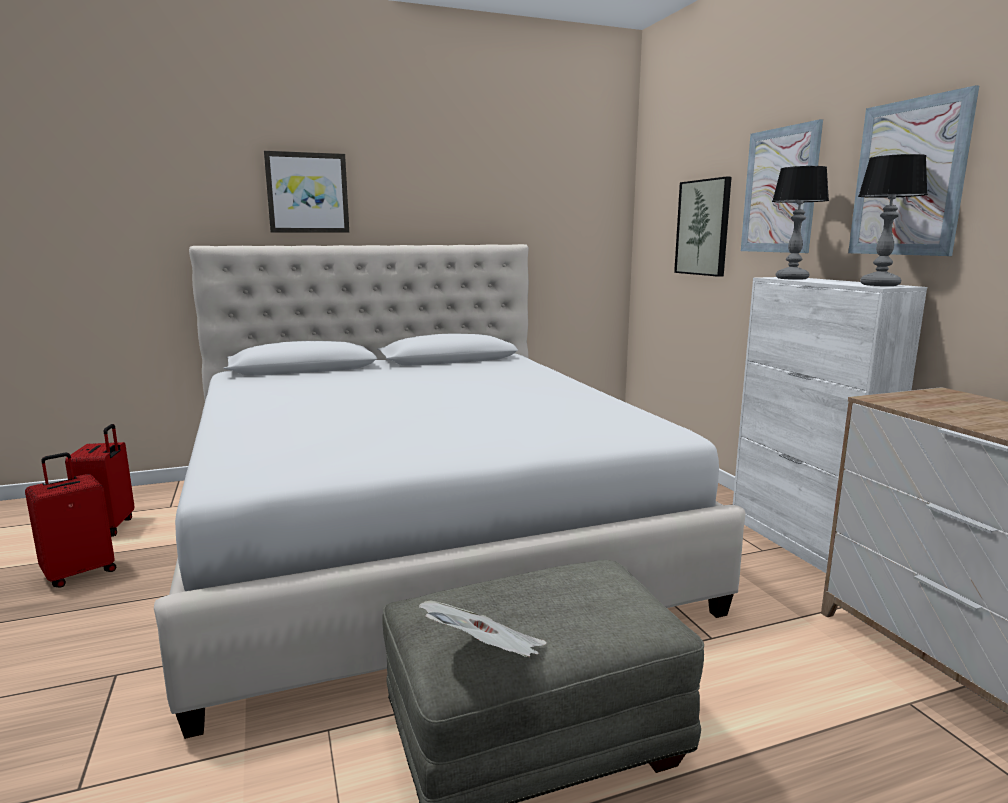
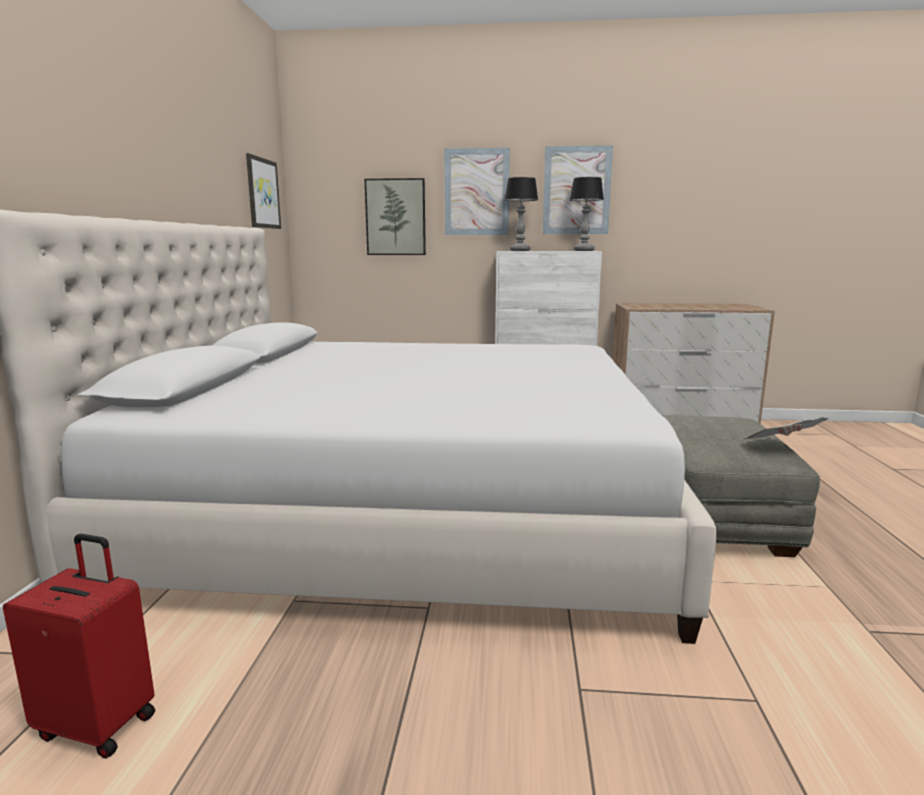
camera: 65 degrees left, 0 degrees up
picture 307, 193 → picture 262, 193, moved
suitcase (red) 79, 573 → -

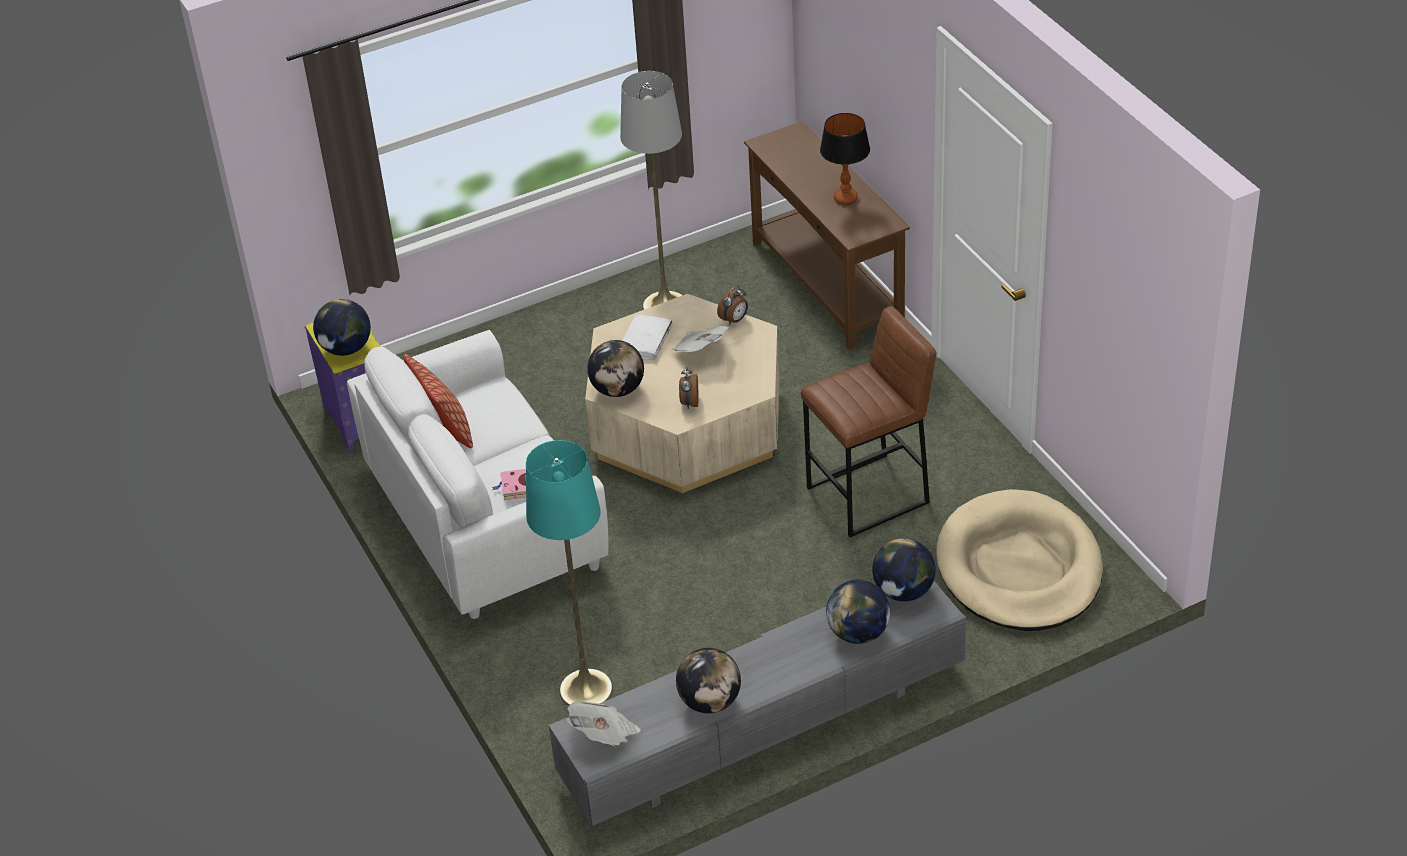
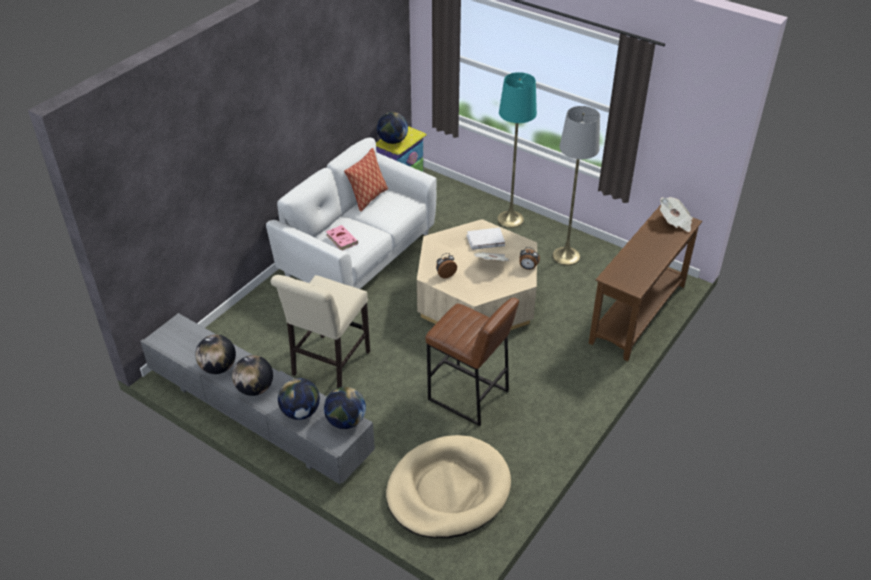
camera: 60 degrees right, 0 degrees up
table lamp 845, 199 → -
globe 617, 390 → globe 255, 389, moved
floor lamp (turquoise) 586, 690 → floor lamp (turquoise) 510, 219, moved
newspaper 604, 735 → newspaper 675, 222, moved
- → stool (beige) 328, 366

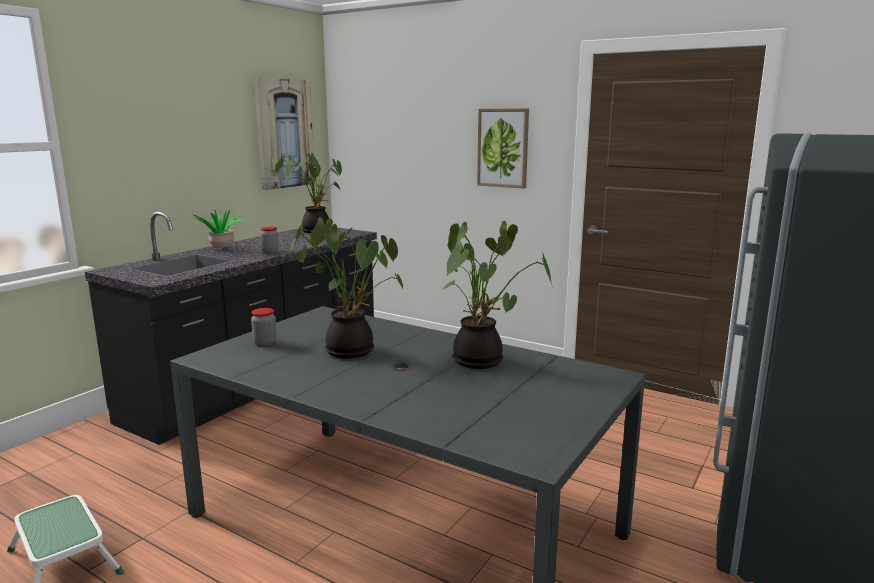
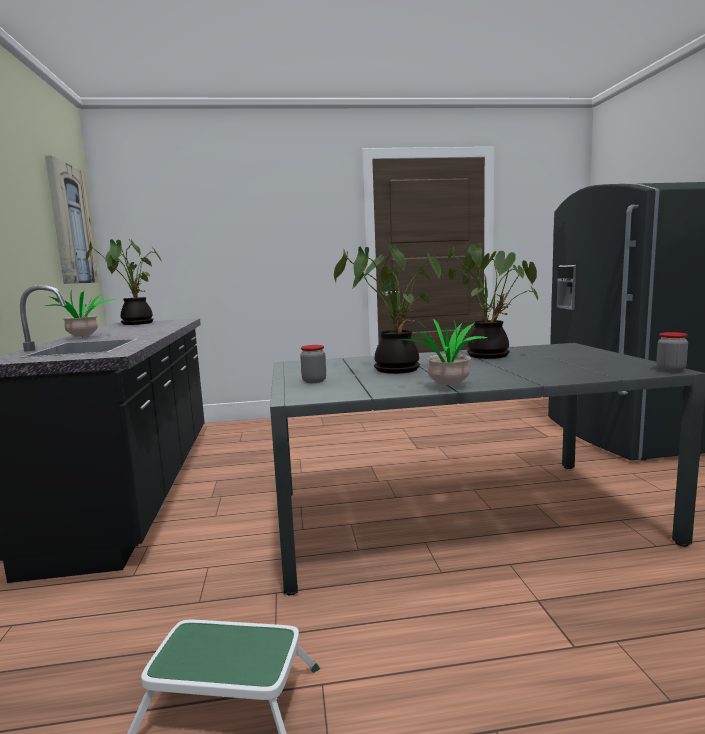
camera: 40 degrees left, 5 degrees down
picture 503, 148 → -
jar 270, 251 → jar 670, 370, moved
- → potted plant 446, 386

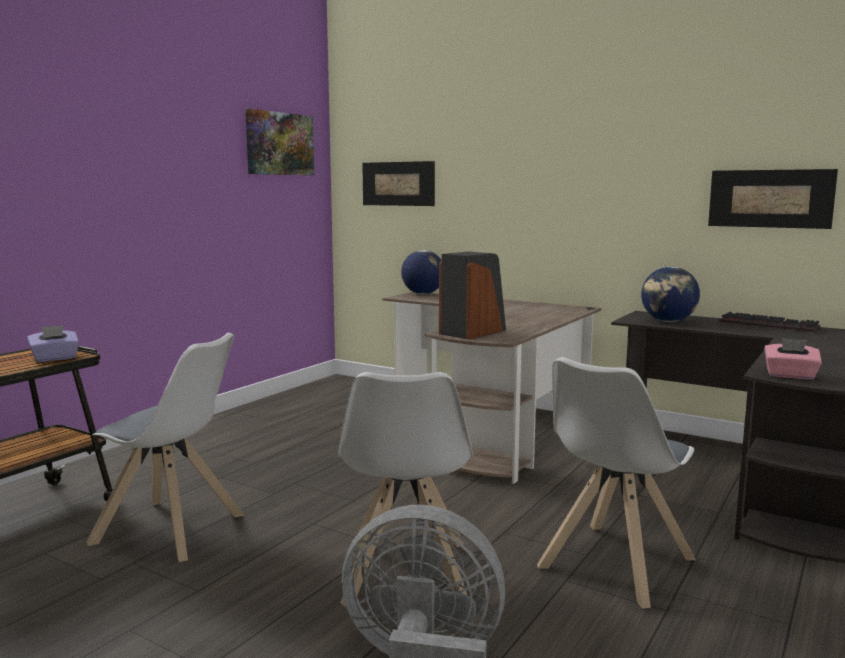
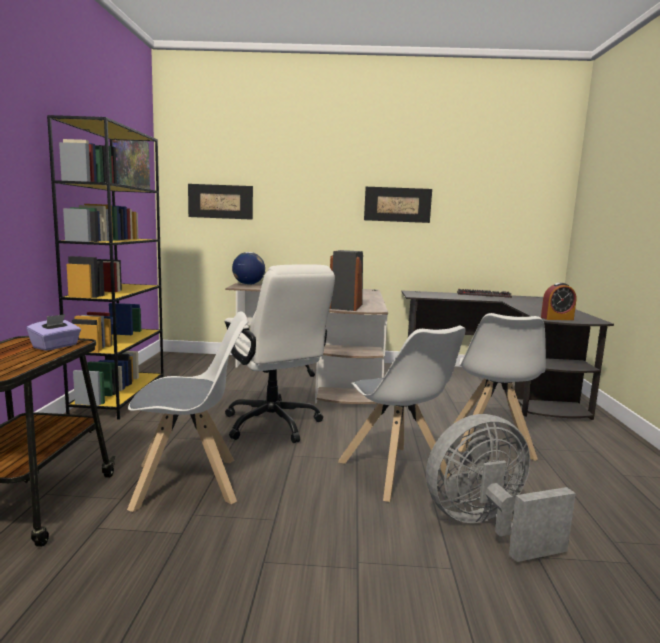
camera: 30 degrees left, 0 degrees up
picture 770, 198 → picture 397, 204, moved
globe 668, 321 → -
tissue box (pink) 790, 375 → alarm clock 557, 318
- → bookcase (yellow) 119, 397
- → office chair (white) 274, 426

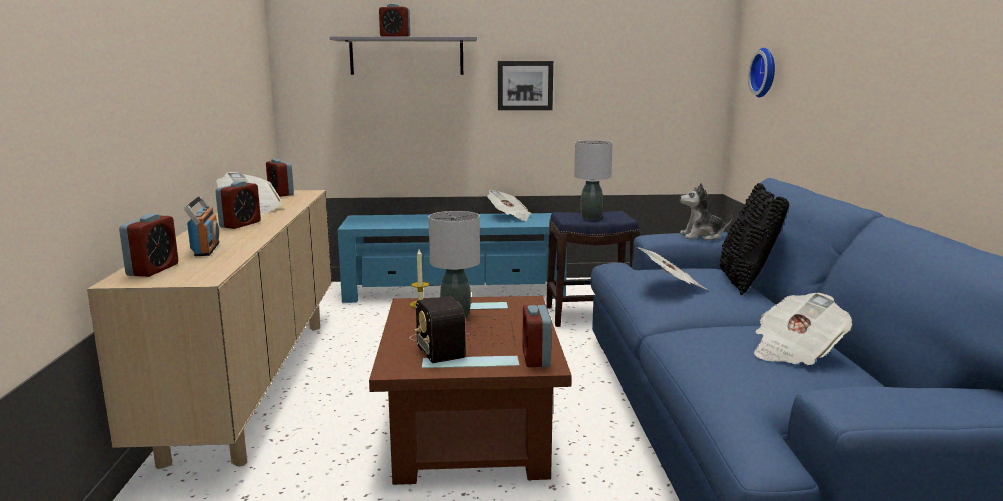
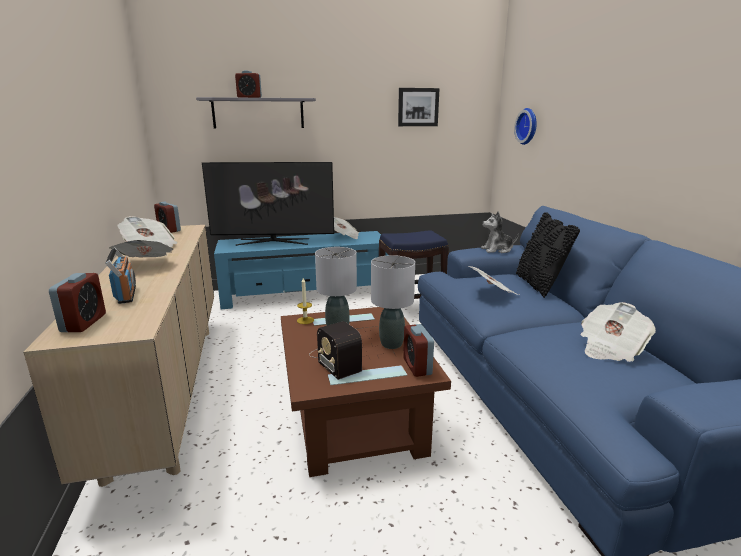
camera: 10 degrees left, 5 degrees up
picture 525, 85 → picture 418, 107, moved
table lamp (grey) 591, 218 → table lamp (grey) 391, 344, moved
alarm clock 240, 224 → newspaper 147, 264
- → television 273, 242

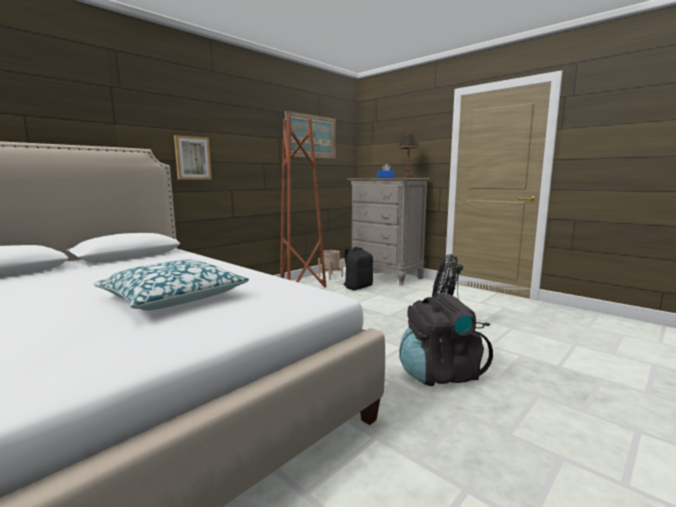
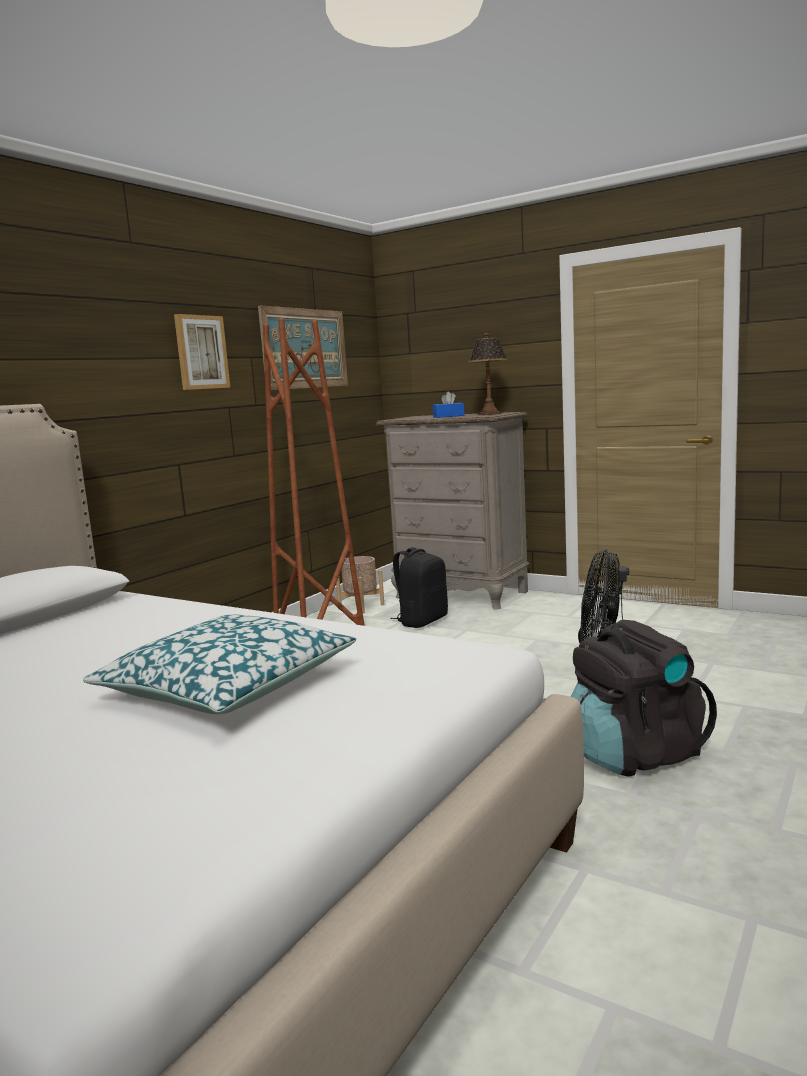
camera: 10 degrees left, 0 degrees up
picture 192, 158 → picture 201, 352, moved

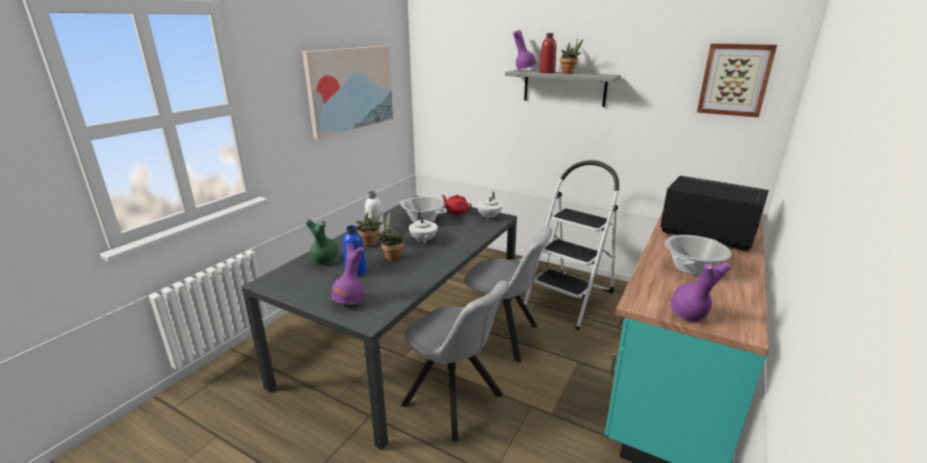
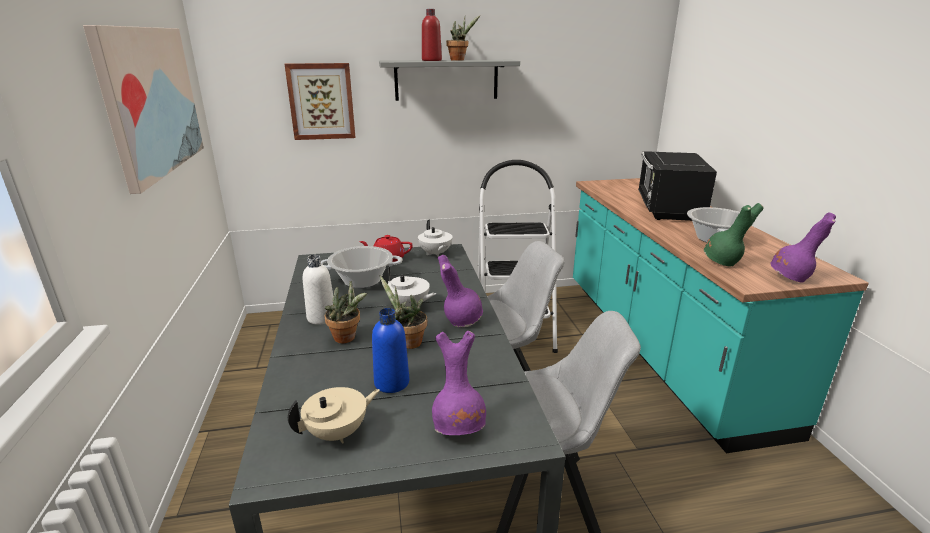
camera: 40 degrees left, 0 degrees up
vase (purple) 524, 71 → vase (purple) 461, 320, moved
picture 734, 80 → picture 321, 101, moved
microwave (black) 706, 235 → microwave (black) 668, 209, 75 degrees counterclockwise
vase (green) 325, 261 → vase (green) 722, 262, moved
- → teapot (beige) 338, 433

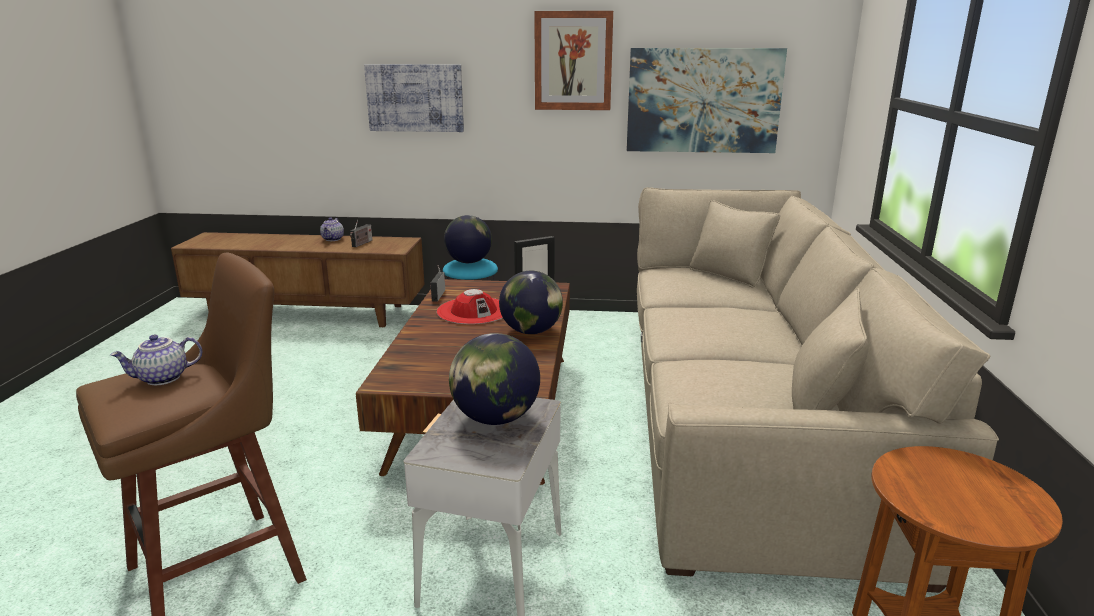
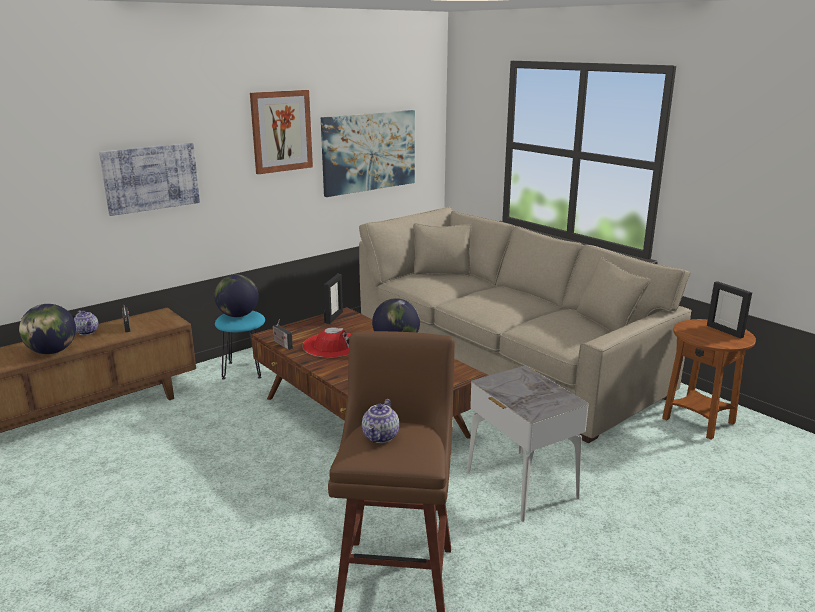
camera: 45 degrees left, 0 degrees up
globe 495, 418 → globe 52, 352, moved
- → picture frame 725, 331

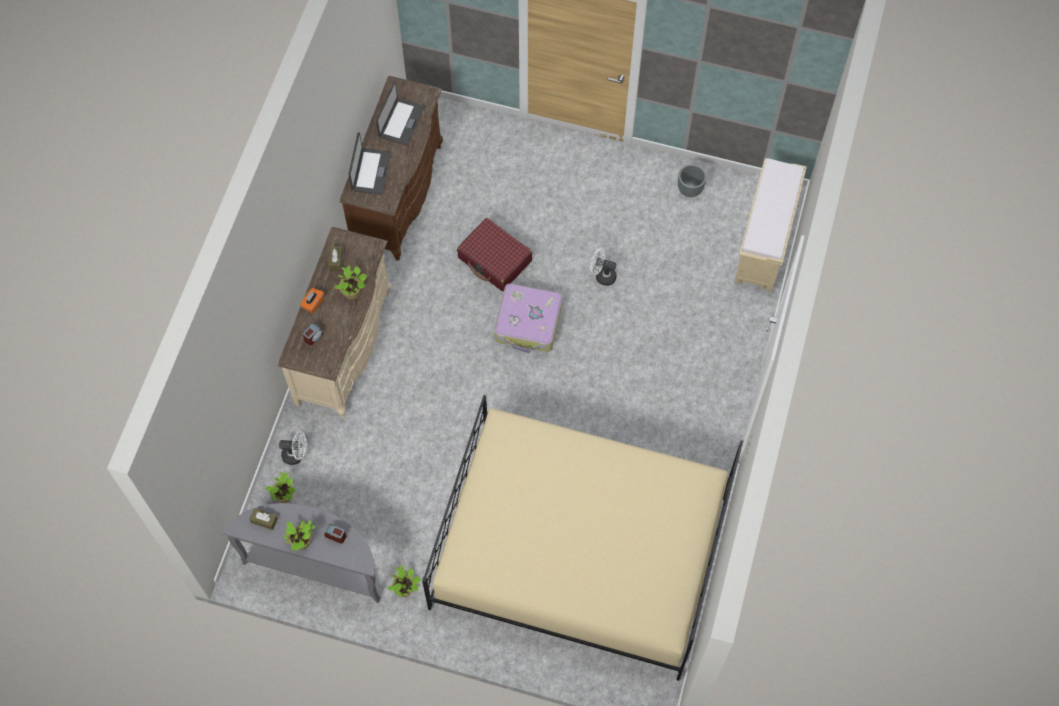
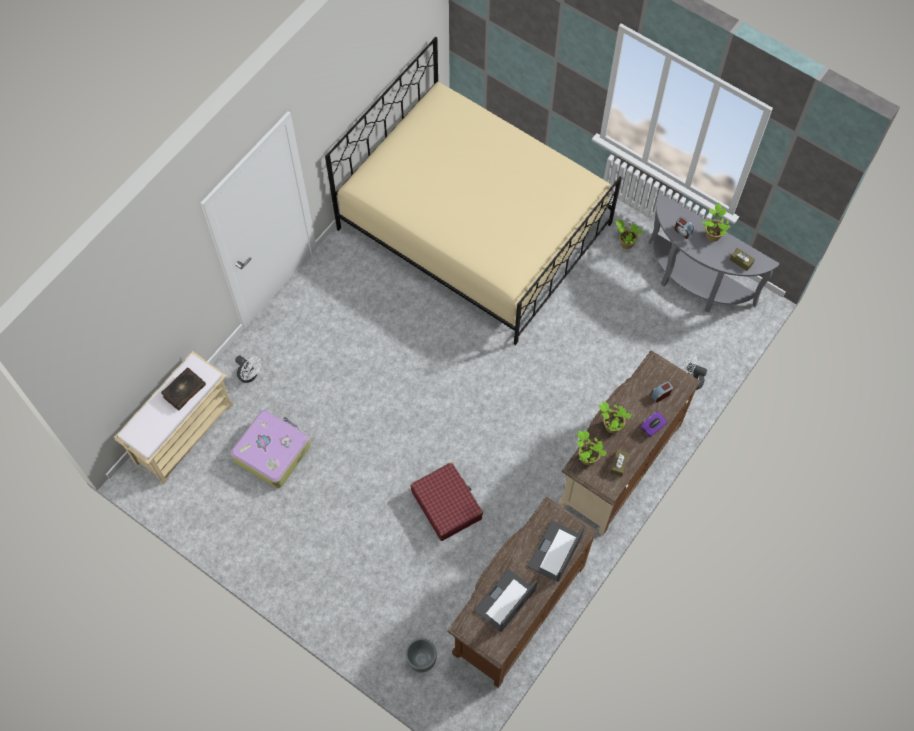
camera: 160 degrees left, 0 degrees up
planter (grey) 690, 189 → planter (grey) 421, 660, moved
fan (white) 602, 276 → fan (white) 250, 375, moved
suitcase 528, 323 → suitcase 272, 451, moved
tissue box (orange) 313, 303 → tissue box (purple) 652, 427
potted plant 285, 496 → potted plant 587, 457, moved
- → book 184, 391

